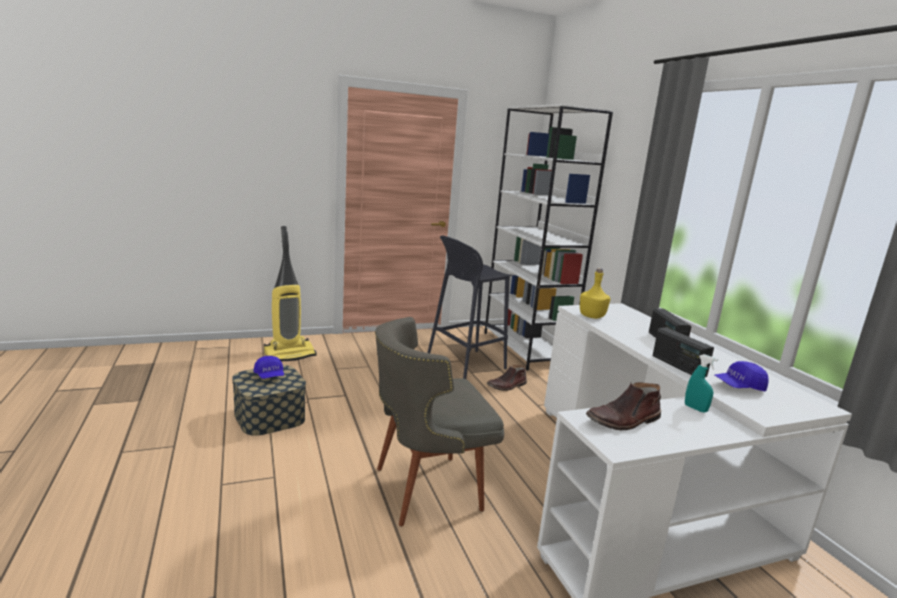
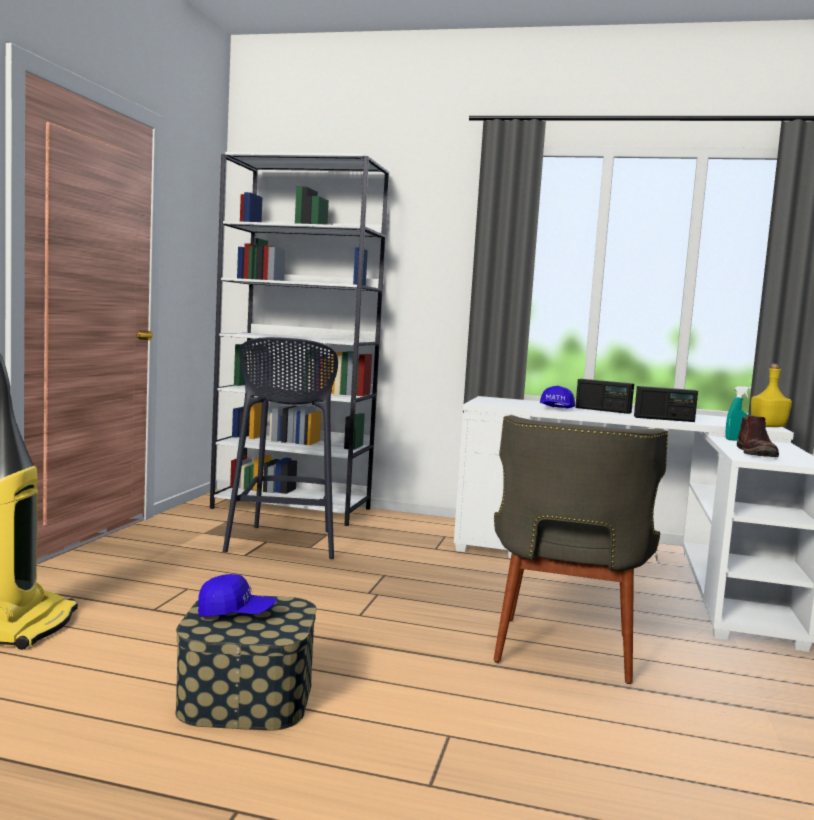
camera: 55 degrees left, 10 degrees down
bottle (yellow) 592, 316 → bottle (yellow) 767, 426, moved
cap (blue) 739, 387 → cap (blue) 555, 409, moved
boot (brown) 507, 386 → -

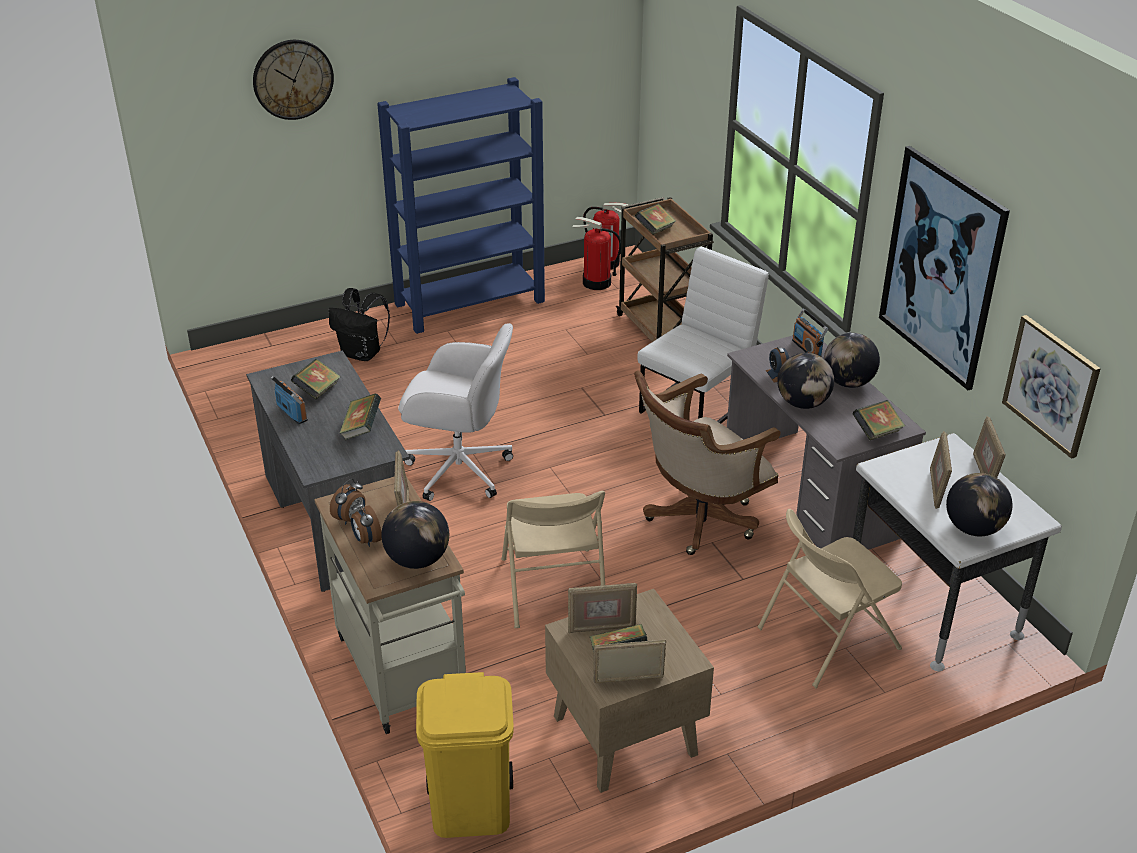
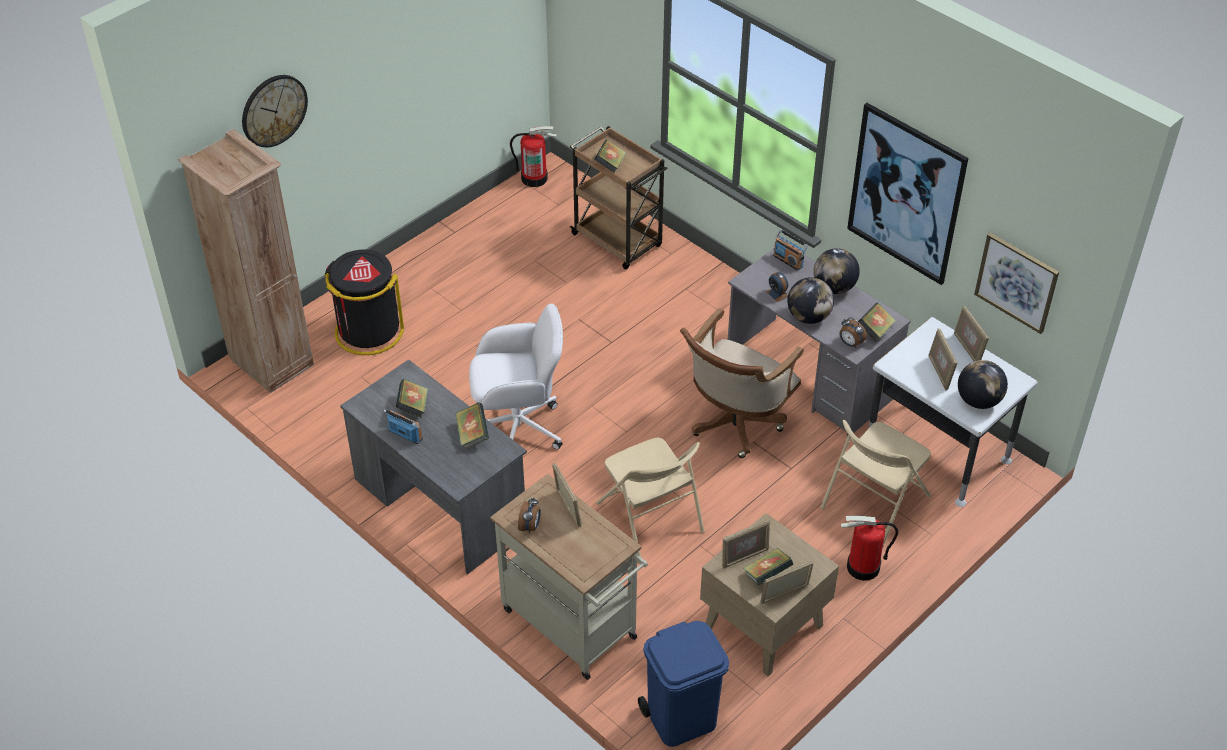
camera: 20 degrees left, 10 degrees up
bookcase (blue) 469, 302 → -
fire extinguisher 596, 283 → fire extinguisher 863, 567, moved
chair (white) 697, 405 → -
backpack (black) 363, 354 → trash can (black) 368, 332
alarm clock 366, 540 → alarm clock 850, 343, moved
globe 417, 559 → -
trash can (yellow) 472, 809 → trash can (blue) 682, 718
- → cabinet (brown) 272, 362

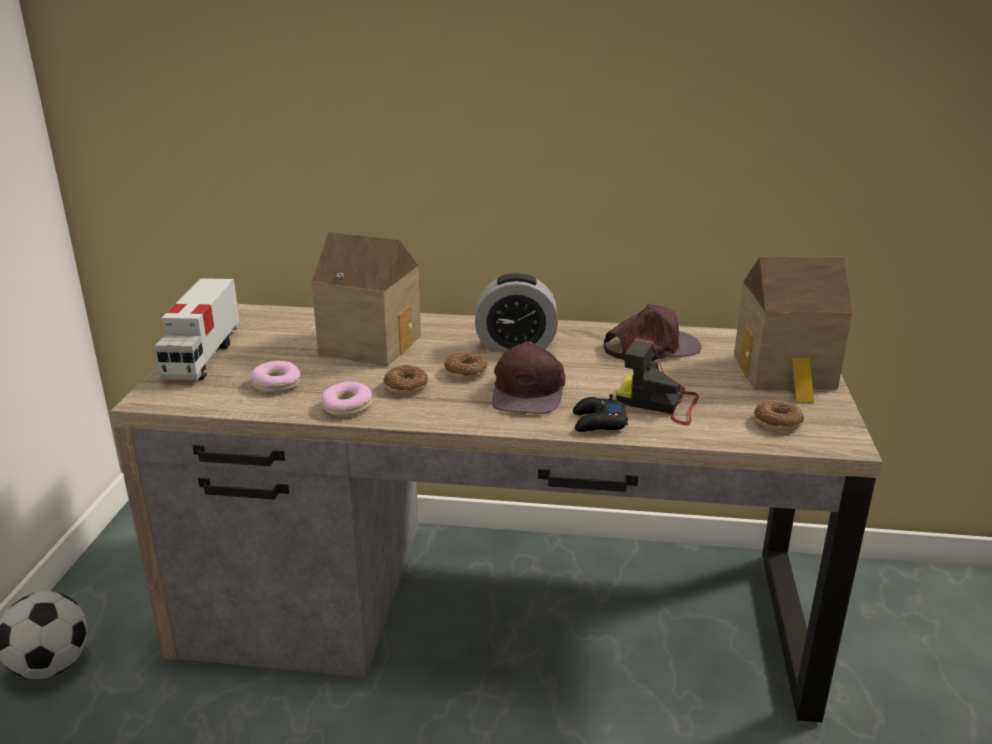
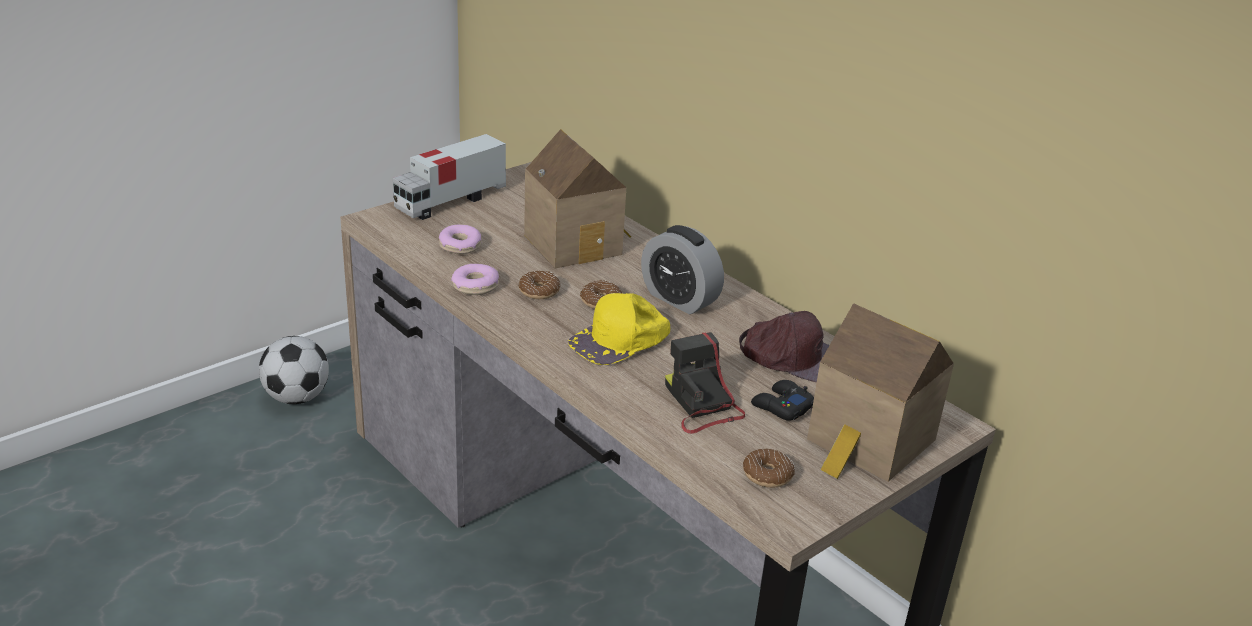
camera: 40 degrees right, 5 degrees up
cap (brown) 530, 390 → cap (yellow) 621, 340
game controller (black) 598, 422 → game controller (black) 781, 406, moved

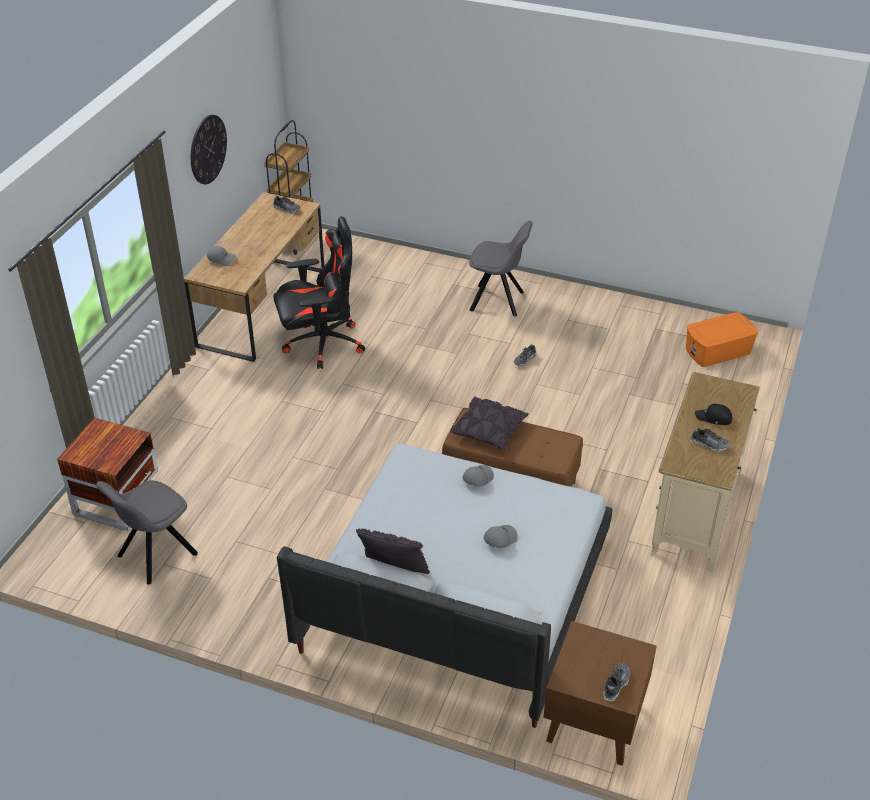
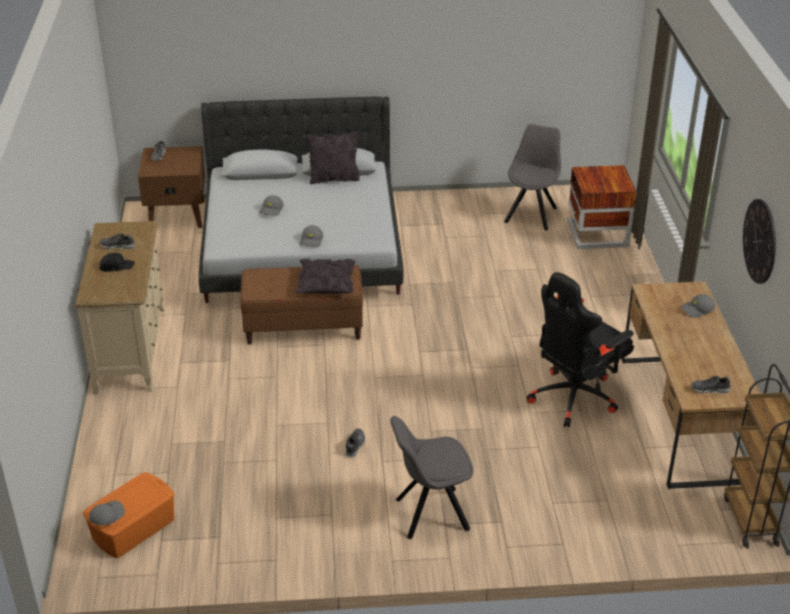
camera: 155 degrees right, 5 degrees down
- → cap (grey) 106, 516

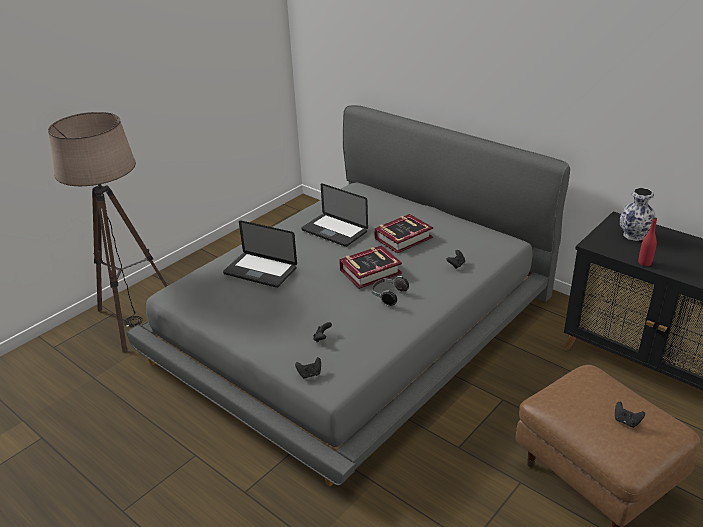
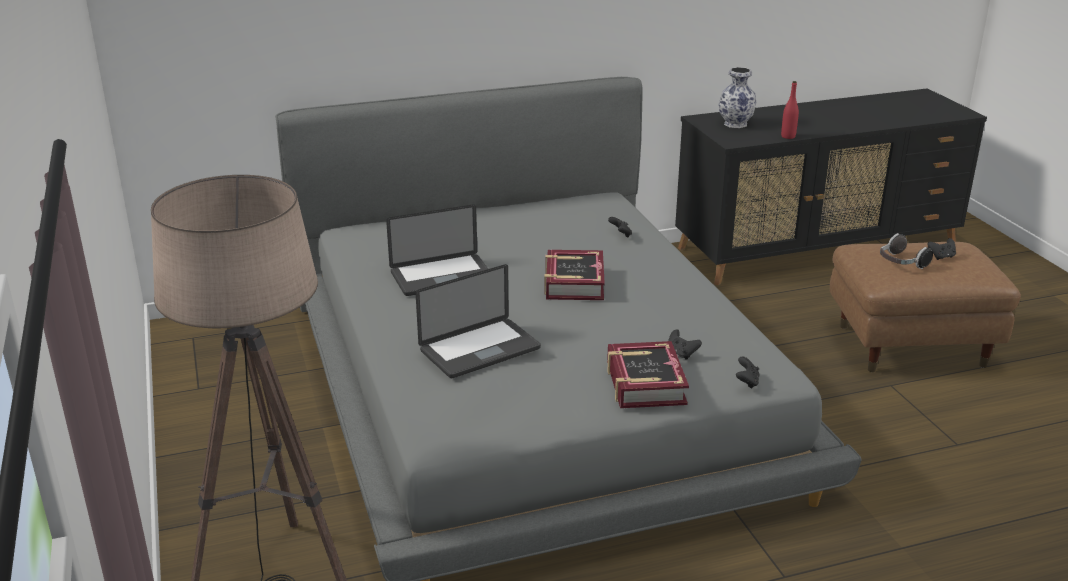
camera: 60 degrees left, 5 degrees down
book 403, 238 → book 644, 383, moved
headphones 388, 296 → headphones 901, 263, moved

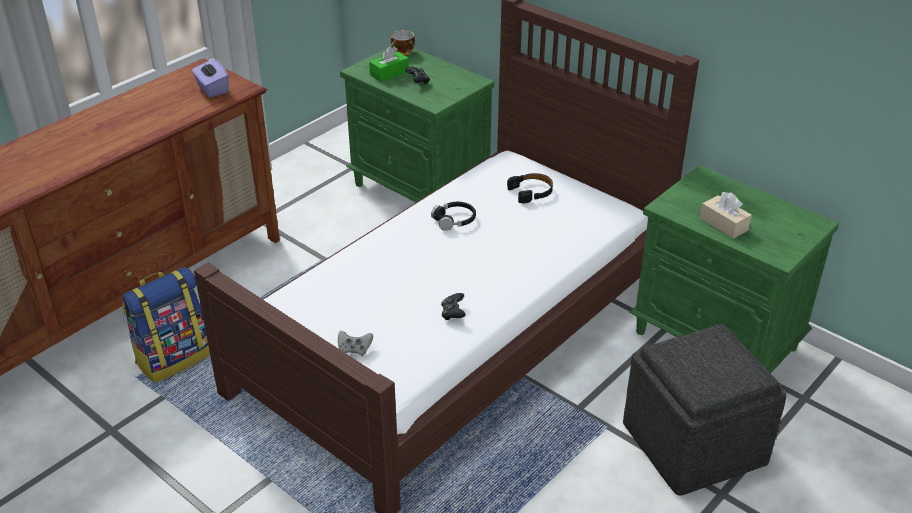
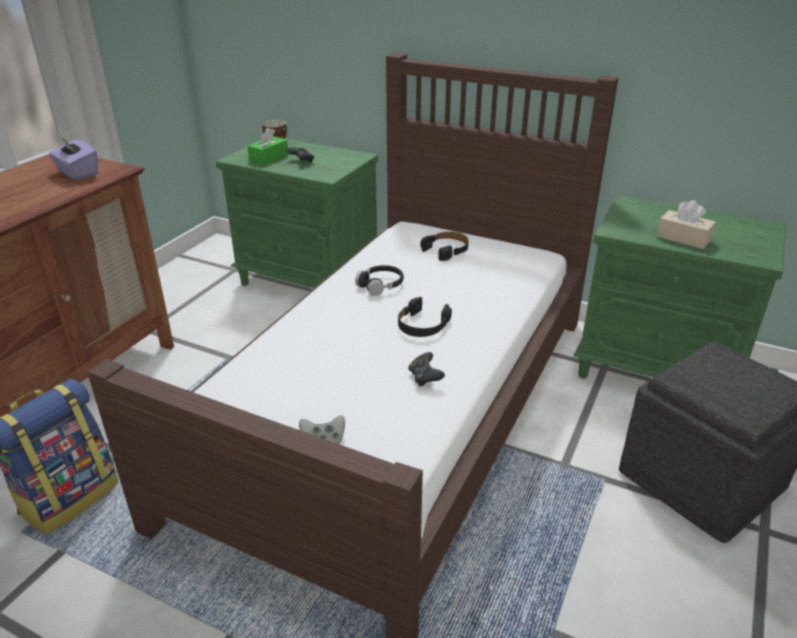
camera: 15 degrees left, 5 degrees down
- → headphones (black) 422, 325

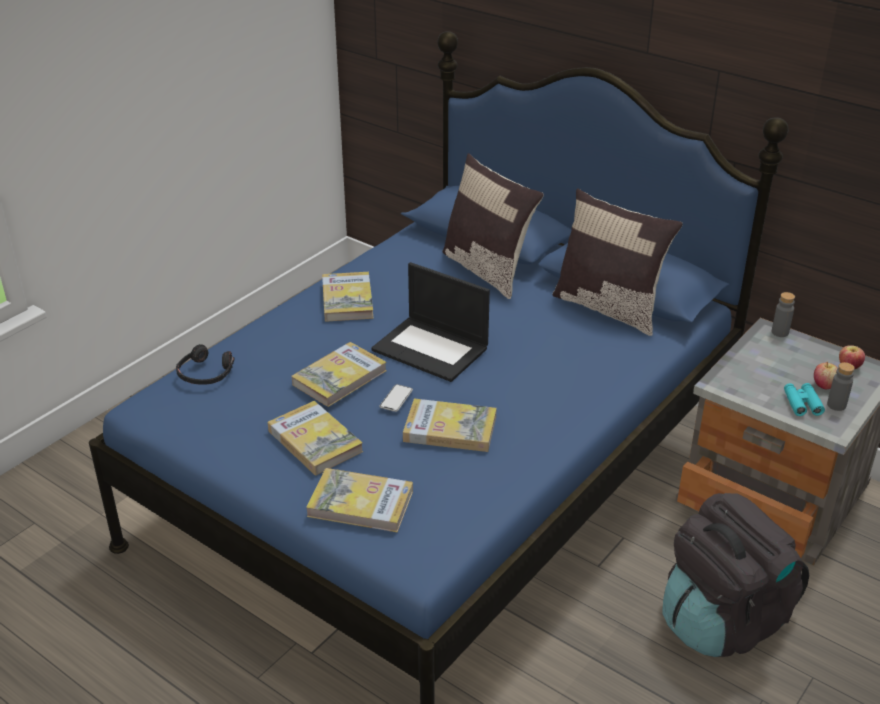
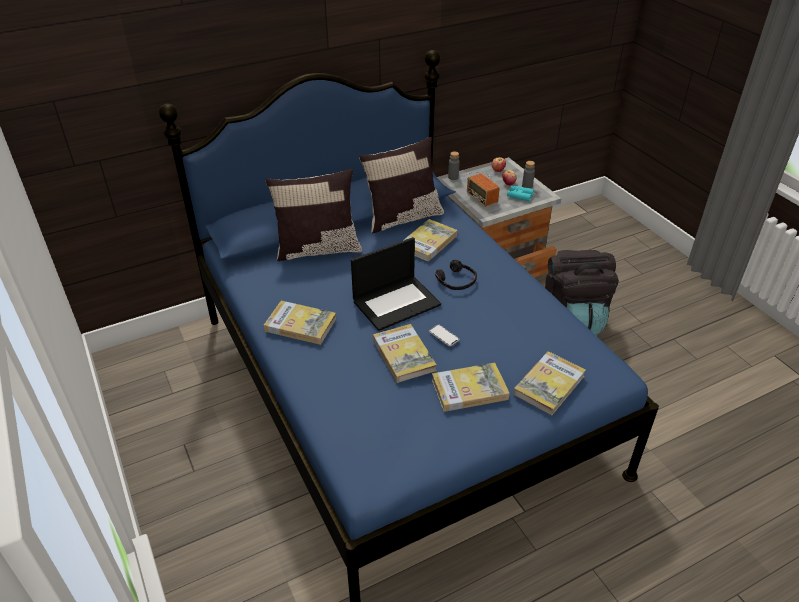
camera: 65 degrees left, 5 degrees up
headphones (black) 206, 373 → headphones (black) 456, 281, moved
book 450, 429 → book 428, 242, moved
- → radio 481, 187

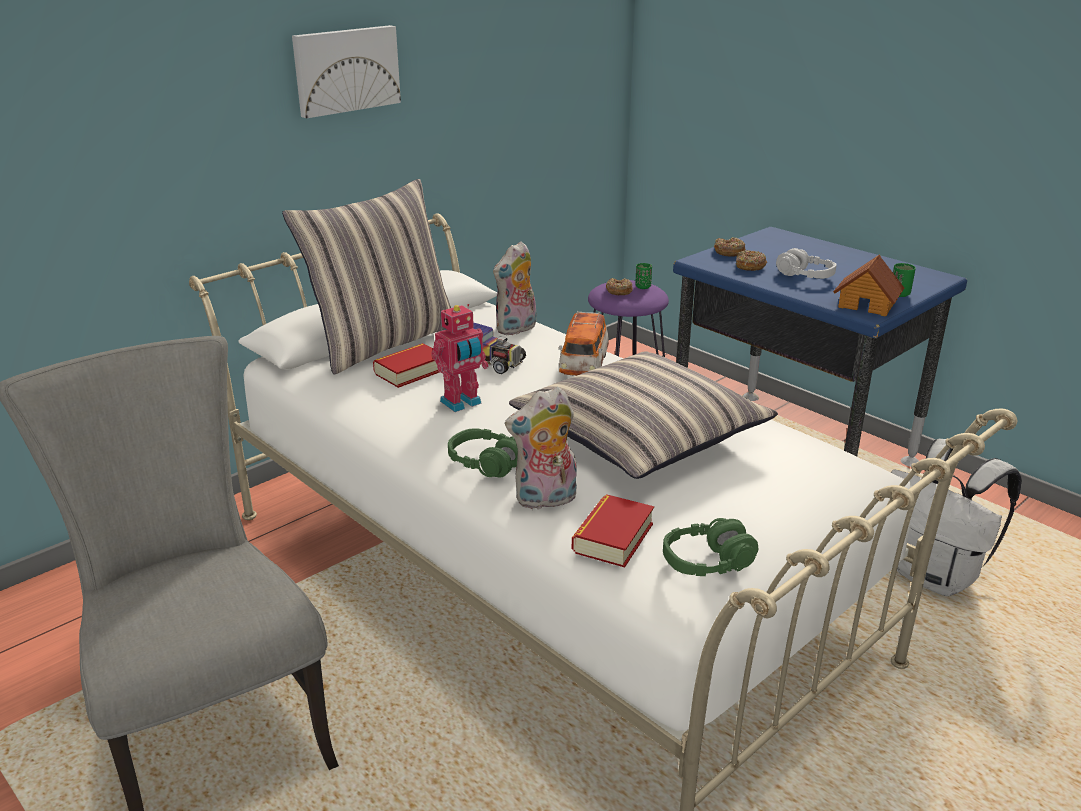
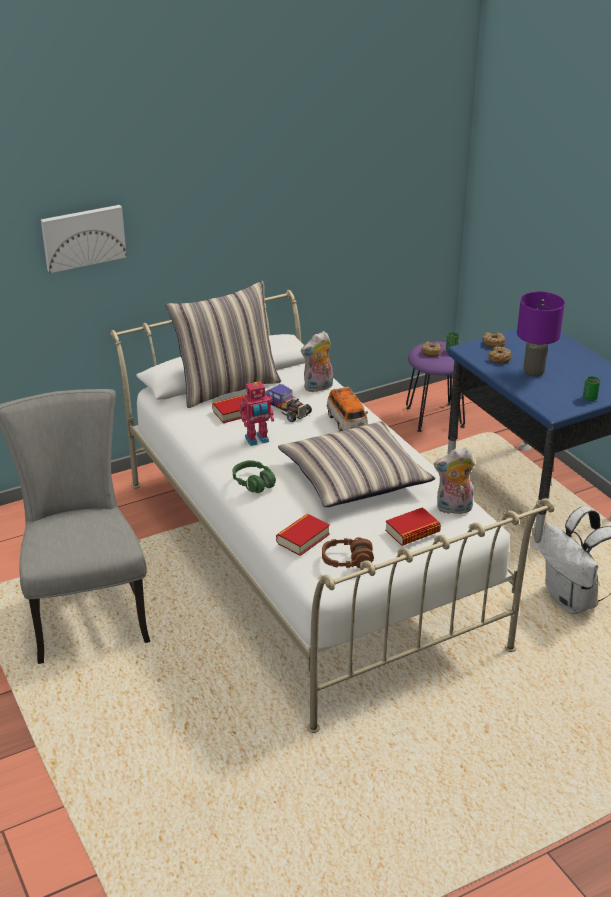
camera: 15 degrees right, 5 degrees up
picture 345, 70 → picture 83, 237, moved
headphones (grey) 805, 276 → table lamp (purple) 533, 372
toy house 867, 304 → -
toy car 583, 366 → toy car 347, 423, 45 degrees counterclockwise
plush toy 545, 500 → plush toy 453, 509, moved
headphones (green) 707, 562 → headphones (brown) 347, 560
- → book 412, 531

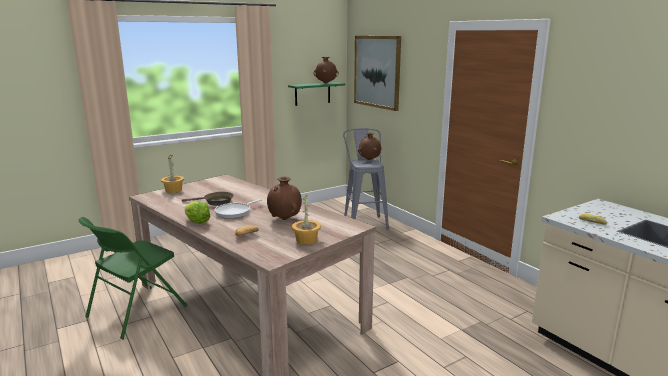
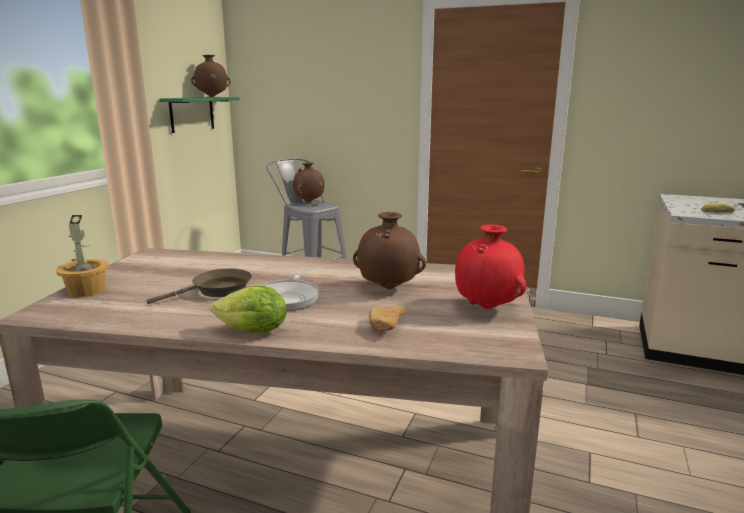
camera: 35 degrees left, 0 degrees up
picture 377, 71 → -
potted plant 307, 240 → vase (red) 487, 308

